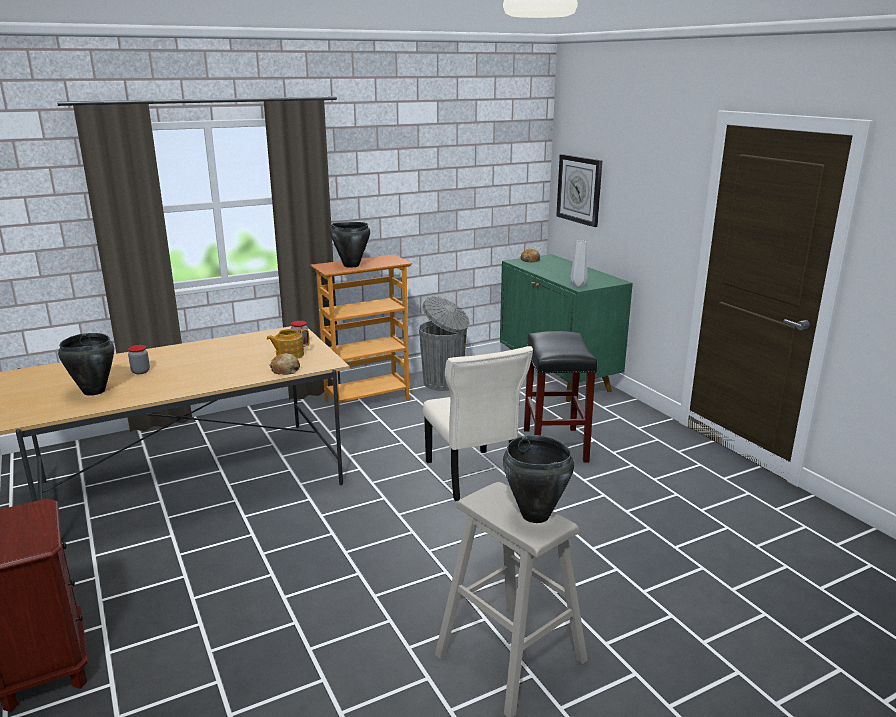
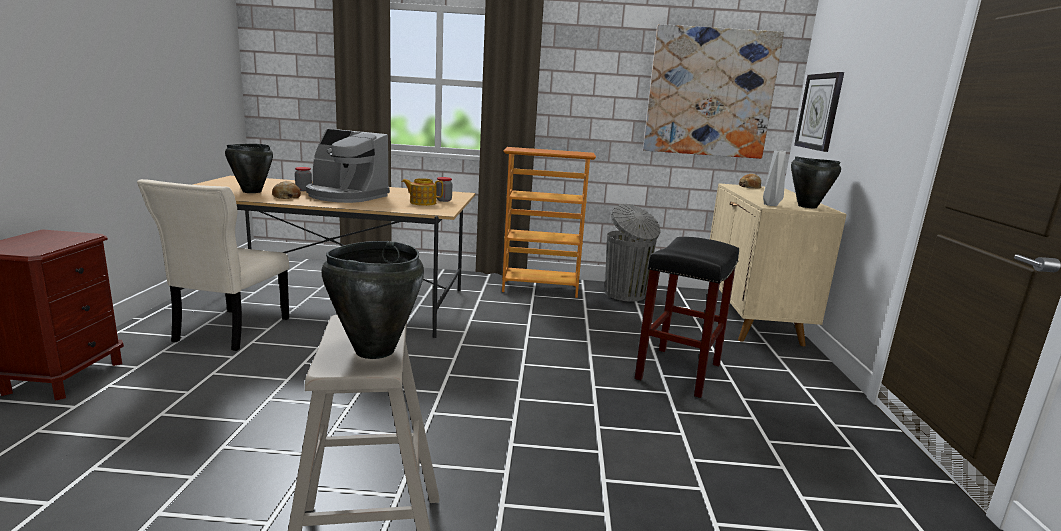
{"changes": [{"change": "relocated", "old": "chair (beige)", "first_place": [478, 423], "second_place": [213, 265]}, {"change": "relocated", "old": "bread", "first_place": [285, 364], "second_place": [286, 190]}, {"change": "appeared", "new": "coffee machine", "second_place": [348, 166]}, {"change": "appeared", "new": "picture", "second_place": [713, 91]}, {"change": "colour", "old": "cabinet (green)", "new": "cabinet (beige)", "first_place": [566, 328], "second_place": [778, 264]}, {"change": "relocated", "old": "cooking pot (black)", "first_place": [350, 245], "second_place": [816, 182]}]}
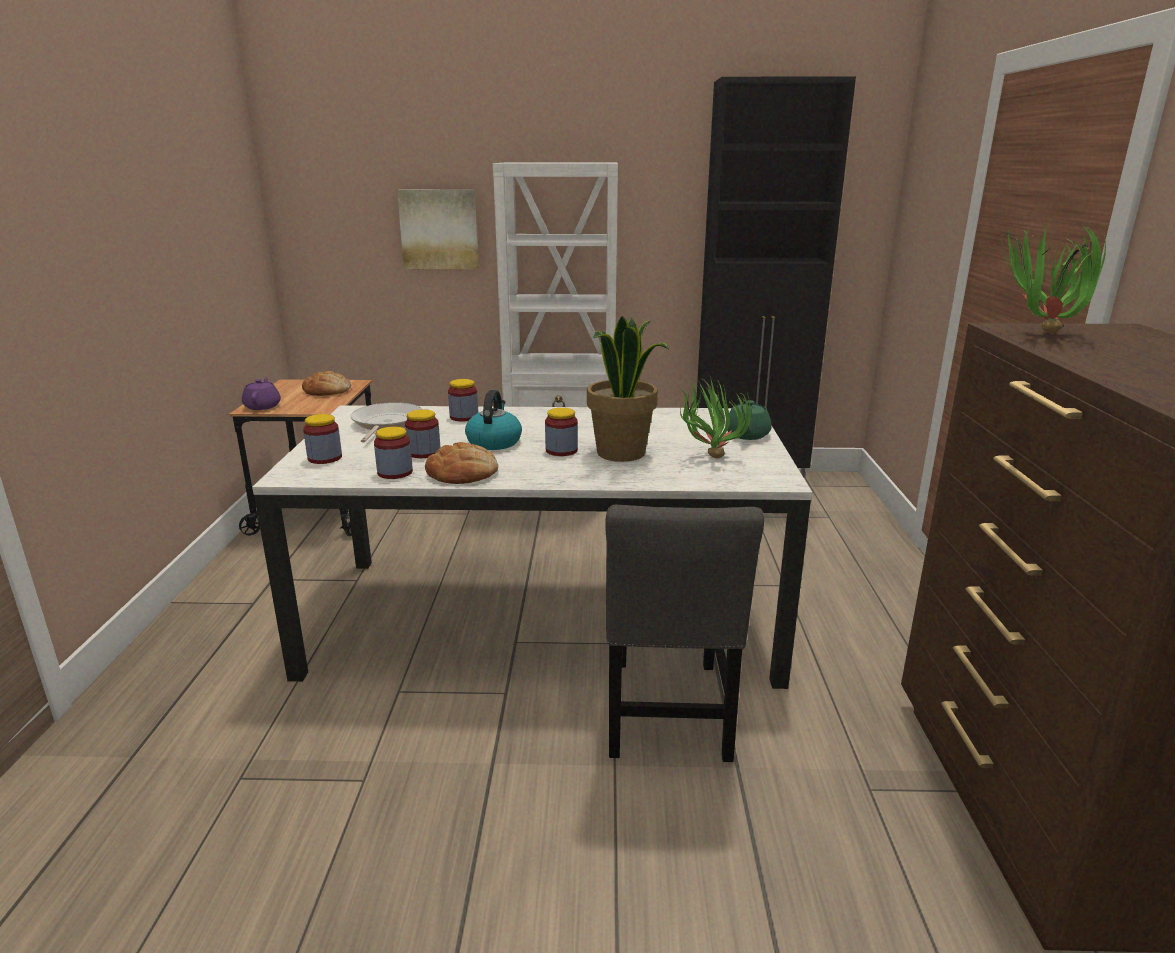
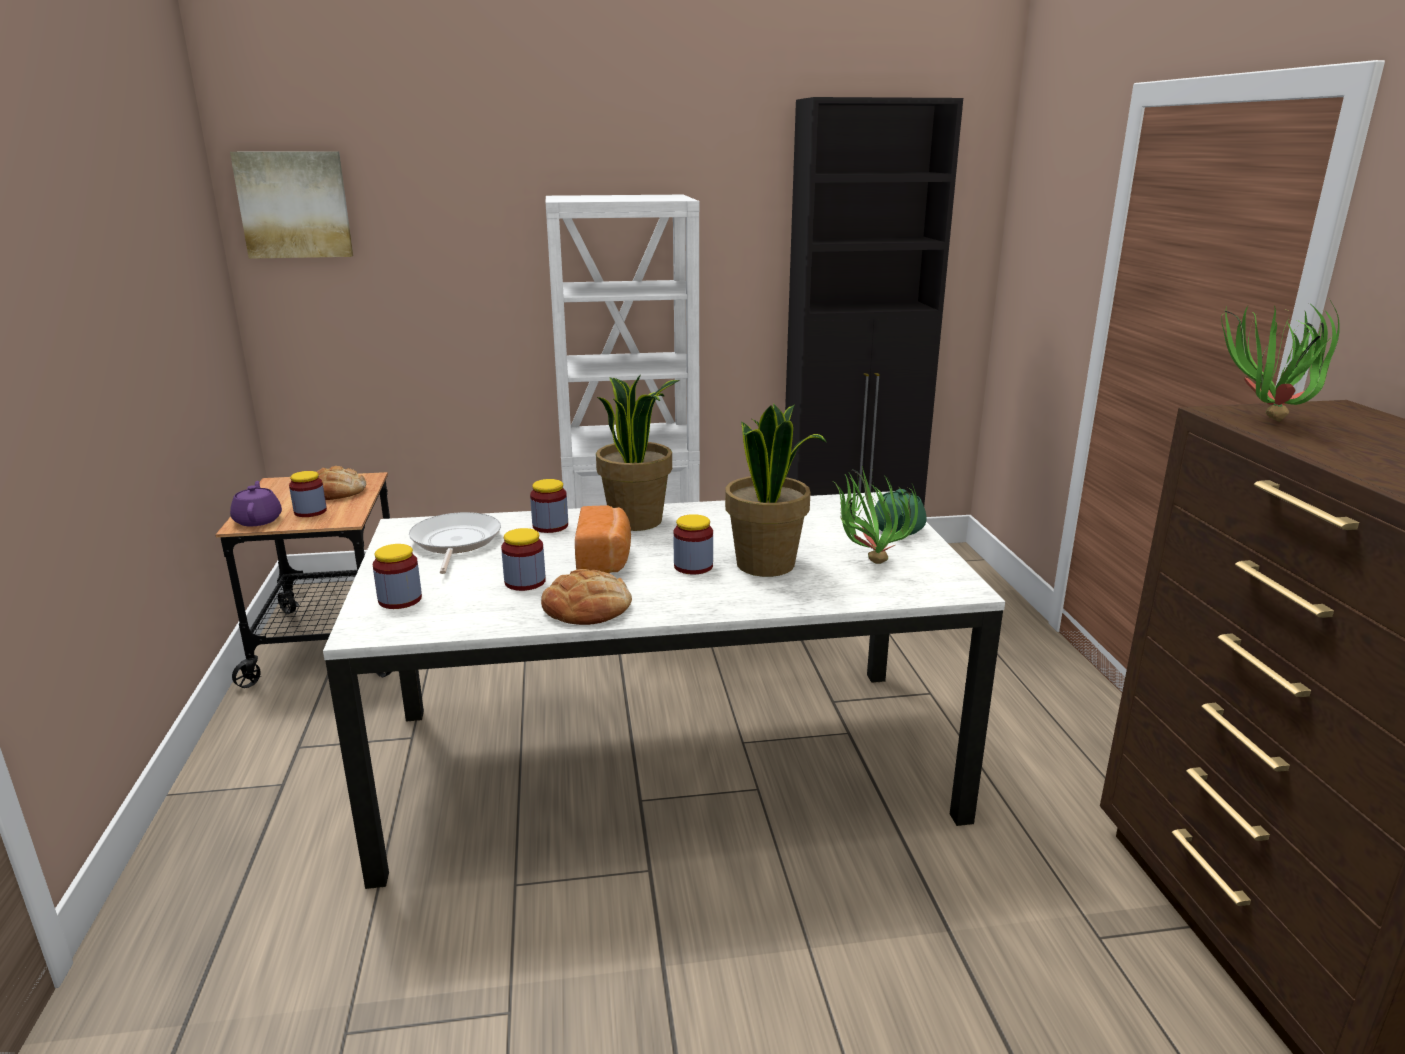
{"changes": [{"change": "relocated", "old": "picture", "first_place": [438, 229], "second_place": [291, 205]}, {"change": "relocated", "old": "jar", "first_place": [393, 453], "second_place": [308, 494]}, {"change": "exchanged", "old": "kettle", "new": "bread", "first_place": [493, 420], "second_place": [603, 539]}, {"change": "appeared", "new": "potted plant", "second_place": [637, 452]}, {"change": "missing", "old": "chair (grey)", "first_place": [684, 633]}]}
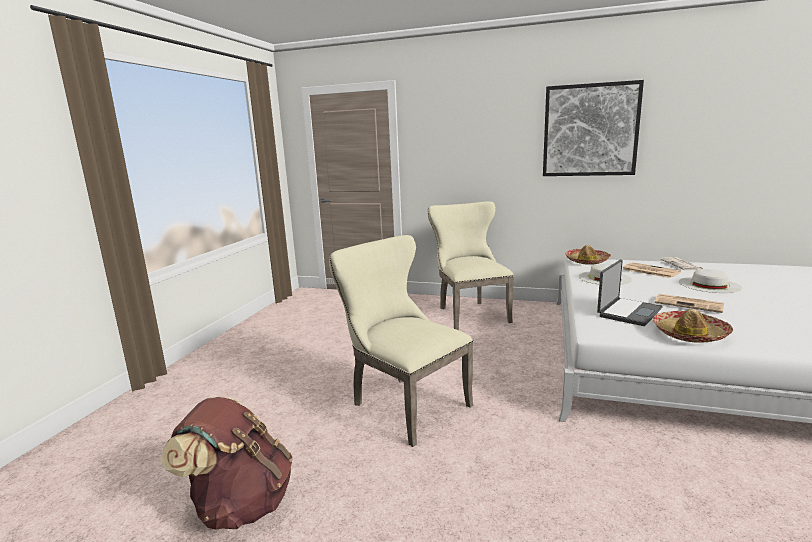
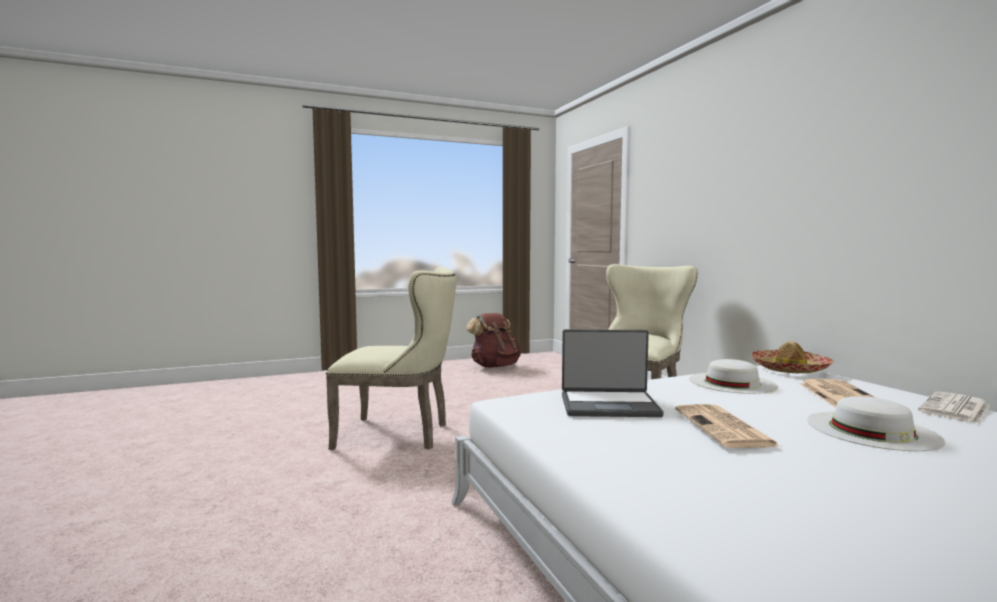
{"changes": [{"change": "spun", "old": "chair (beige)", "first_place": [401, 341], "second_place": [391, 358], "degrees": 90}, {"change": "relocated", "old": "backpack (brown)", "first_place": [227, 463], "second_place": [493, 340]}, {"change": "missing", "old": "picture", "first_place": [593, 128]}, {"change": "missing", "old": "hat", "first_place": [693, 326]}]}
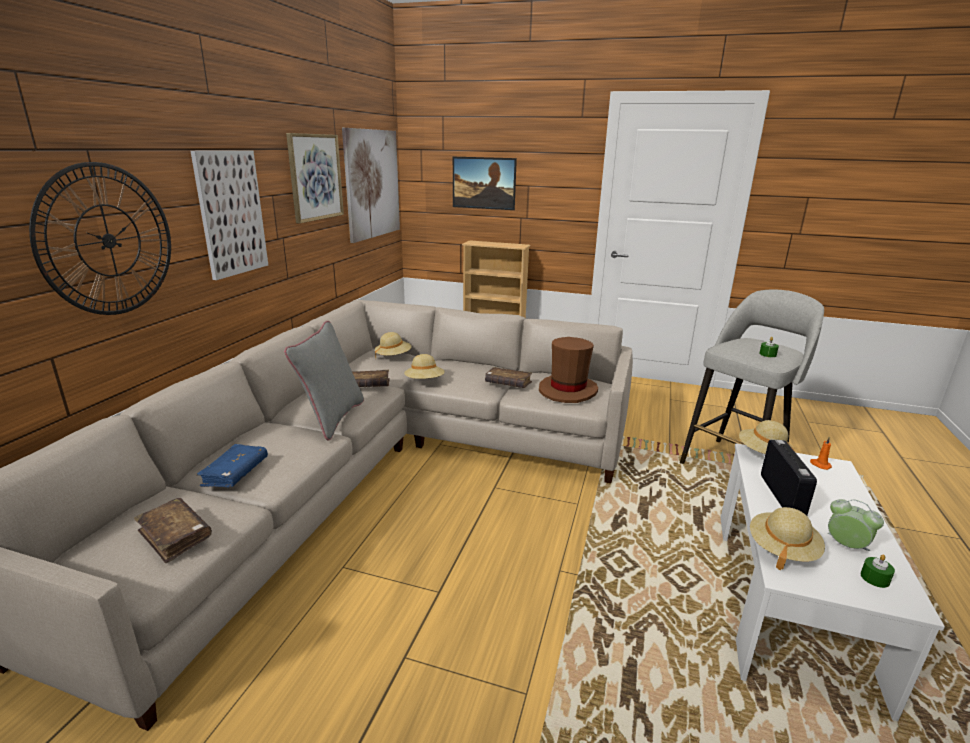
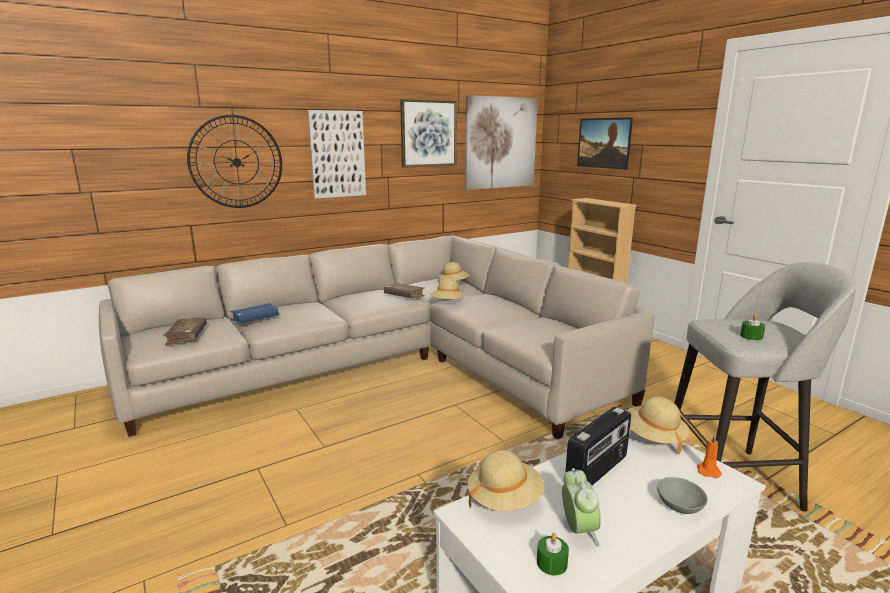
{"changes": [{"change": "appeared", "new": "bowl (grey)", "second_place": [682, 495]}, {"change": "missing", "old": "pillow (grey)", "first_place": [324, 380]}, {"change": "missing", "old": "book (brown)", "first_place": [508, 377]}, {"change": "missing", "old": "hat (brown)", "first_place": [568, 370]}]}
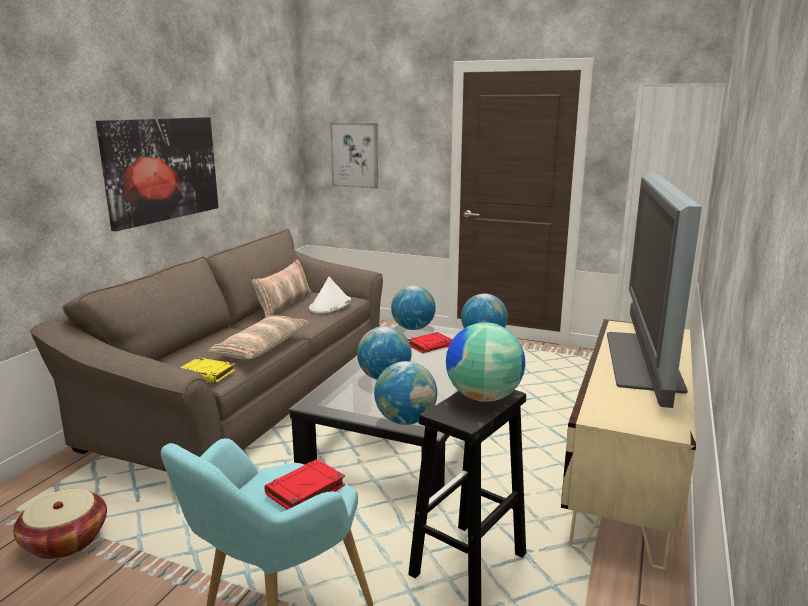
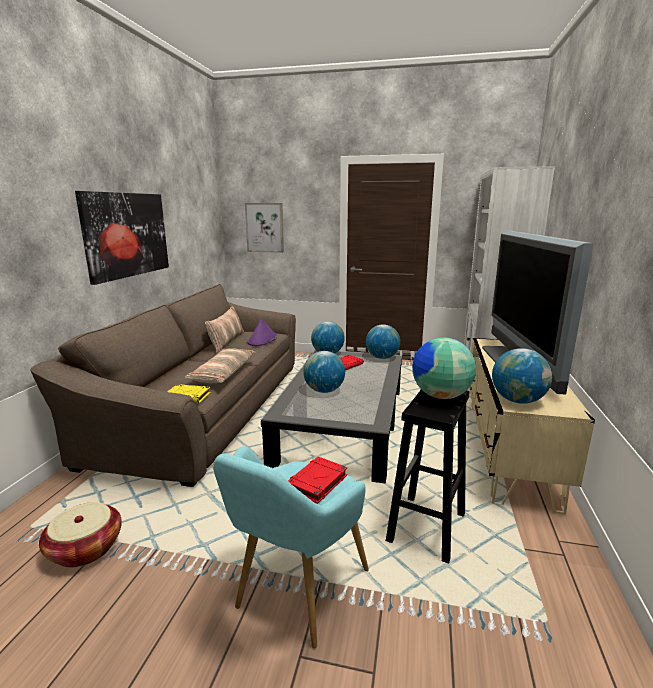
{"changes": [{"change": "colour", "old": "hat (white)", "new": "hat (purple)", "first_place": [330, 295], "second_place": [262, 332]}, {"change": "relocated", "old": "globe", "first_place": [405, 393], "second_place": [522, 376]}]}
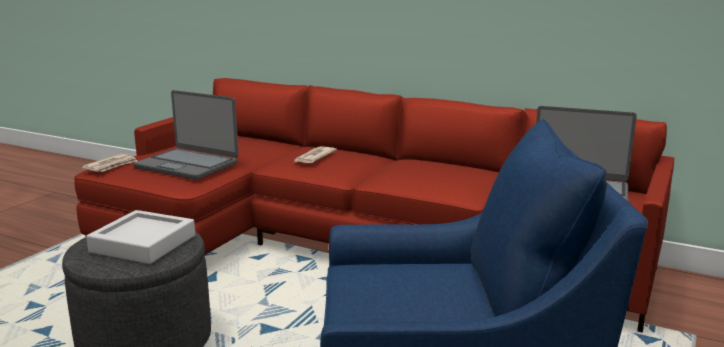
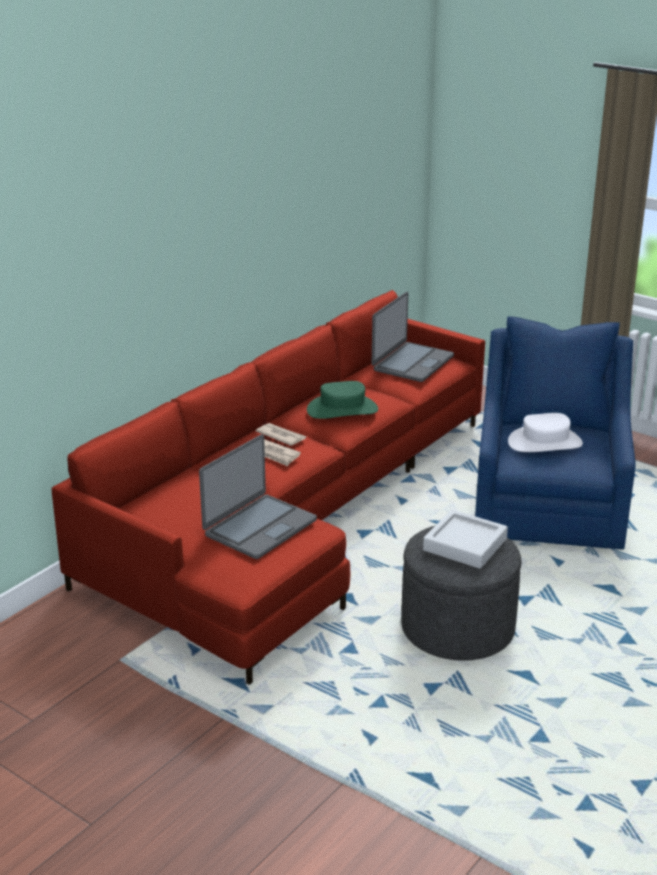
{"changes": [{"change": "relocated", "old": "newspaper", "first_place": [109, 163], "second_place": [281, 434]}, {"change": "appeared", "new": "hat (green)", "second_place": [342, 400]}, {"change": "appeared", "new": "hat (white)", "second_place": [545, 432]}]}
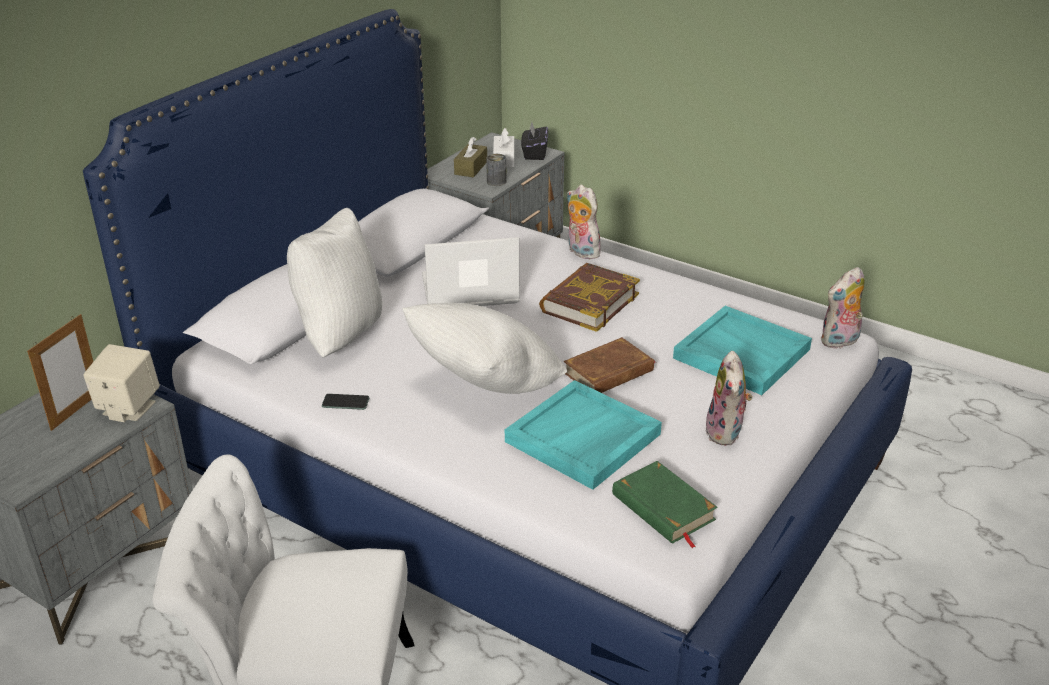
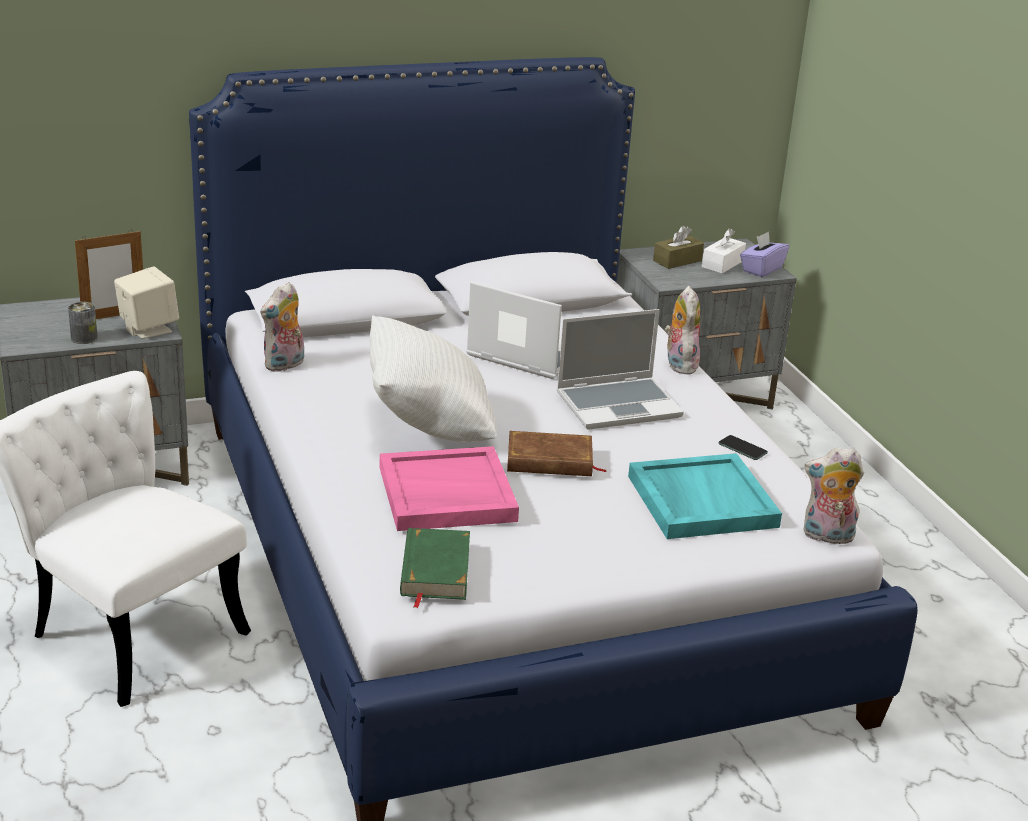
{"changes": [{"change": "relocated", "old": "can", "first_place": [496, 170], "second_place": [83, 323]}, {"change": "relocated", "old": "plush toy", "first_place": [729, 398], "second_place": [282, 327]}, {"change": "colour", "old": "tray (turquoise)", "new": "tray (pink)", "first_place": [583, 435], "second_place": [449, 488]}, {"change": "exchanged", "old": "book", "new": "laptop", "first_place": [589, 297], "second_place": [620, 369]}, {"change": "relocated", "old": "phone", "first_place": [345, 402], "second_place": [743, 447]}, {"change": "colour", "old": "tissue box (black)", "new": "tissue box (purple)", "first_place": [534, 141], "second_place": [764, 254]}, {"change": "missing", "old": "pillow (white)", "first_place": [334, 283]}]}
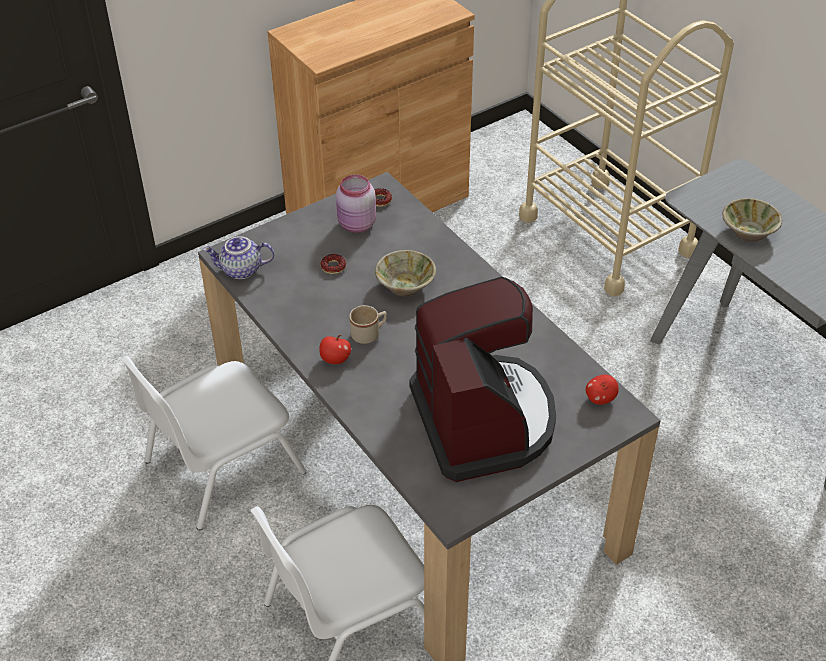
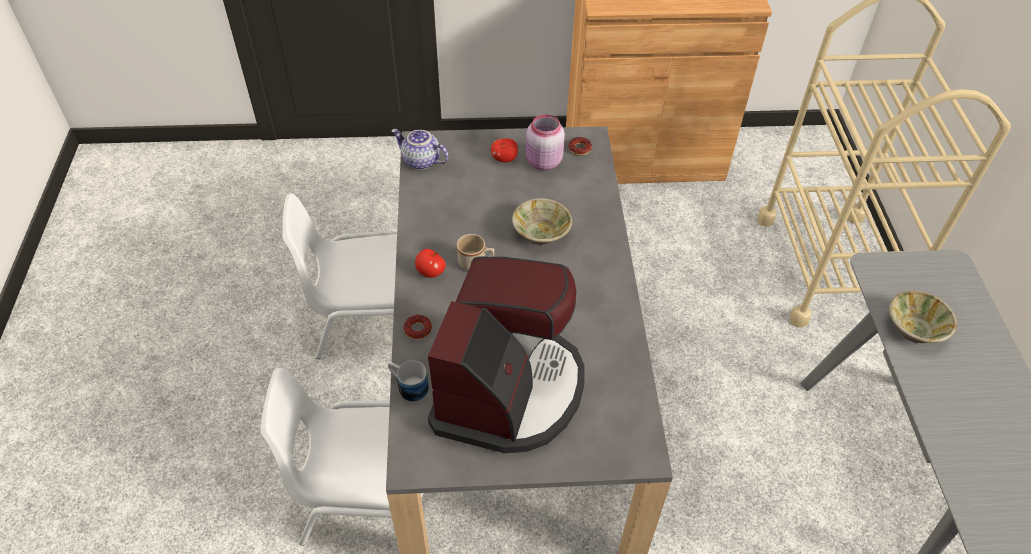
{"changes": [{"change": "appeared", "new": "mug", "second_place": [408, 381]}, {"change": "relocated", "old": "donut", "first_place": [333, 264], "second_place": [417, 327]}, {"change": "relocated", "old": "apple", "first_place": [602, 390], "second_place": [504, 150]}]}
